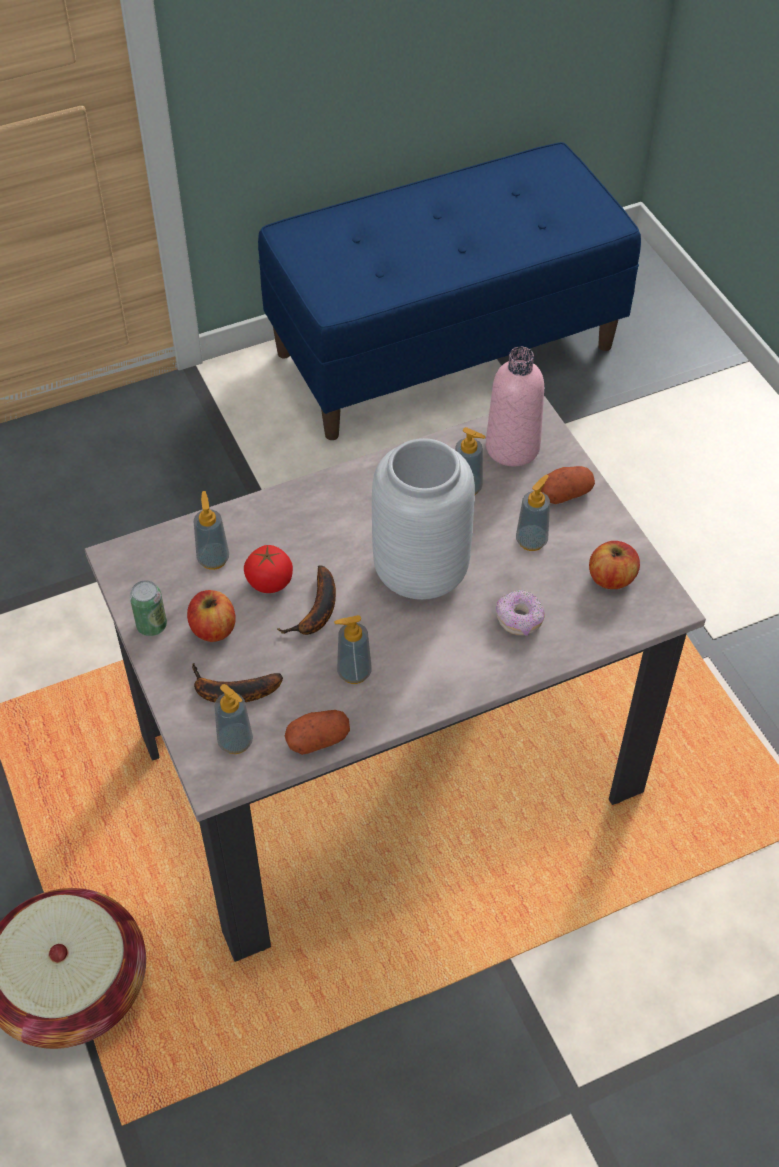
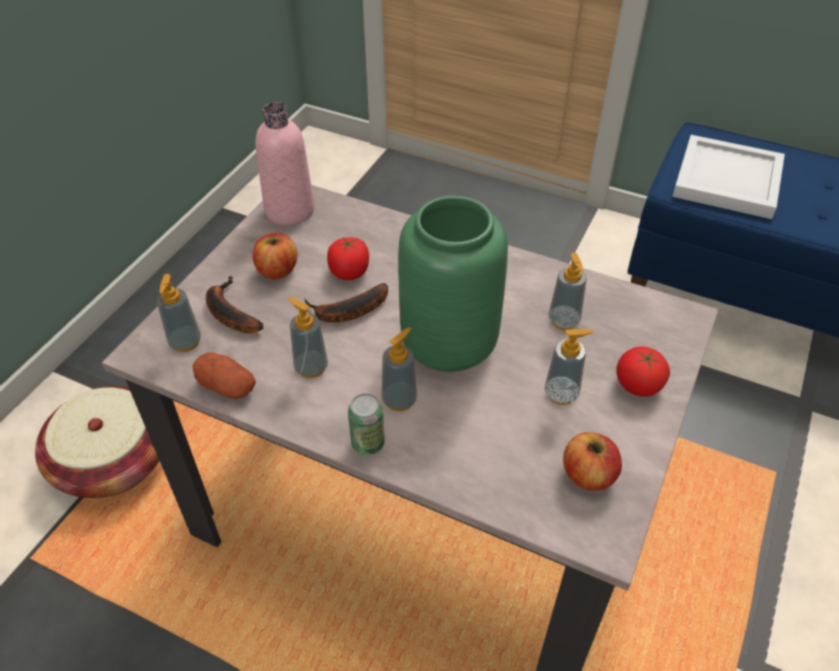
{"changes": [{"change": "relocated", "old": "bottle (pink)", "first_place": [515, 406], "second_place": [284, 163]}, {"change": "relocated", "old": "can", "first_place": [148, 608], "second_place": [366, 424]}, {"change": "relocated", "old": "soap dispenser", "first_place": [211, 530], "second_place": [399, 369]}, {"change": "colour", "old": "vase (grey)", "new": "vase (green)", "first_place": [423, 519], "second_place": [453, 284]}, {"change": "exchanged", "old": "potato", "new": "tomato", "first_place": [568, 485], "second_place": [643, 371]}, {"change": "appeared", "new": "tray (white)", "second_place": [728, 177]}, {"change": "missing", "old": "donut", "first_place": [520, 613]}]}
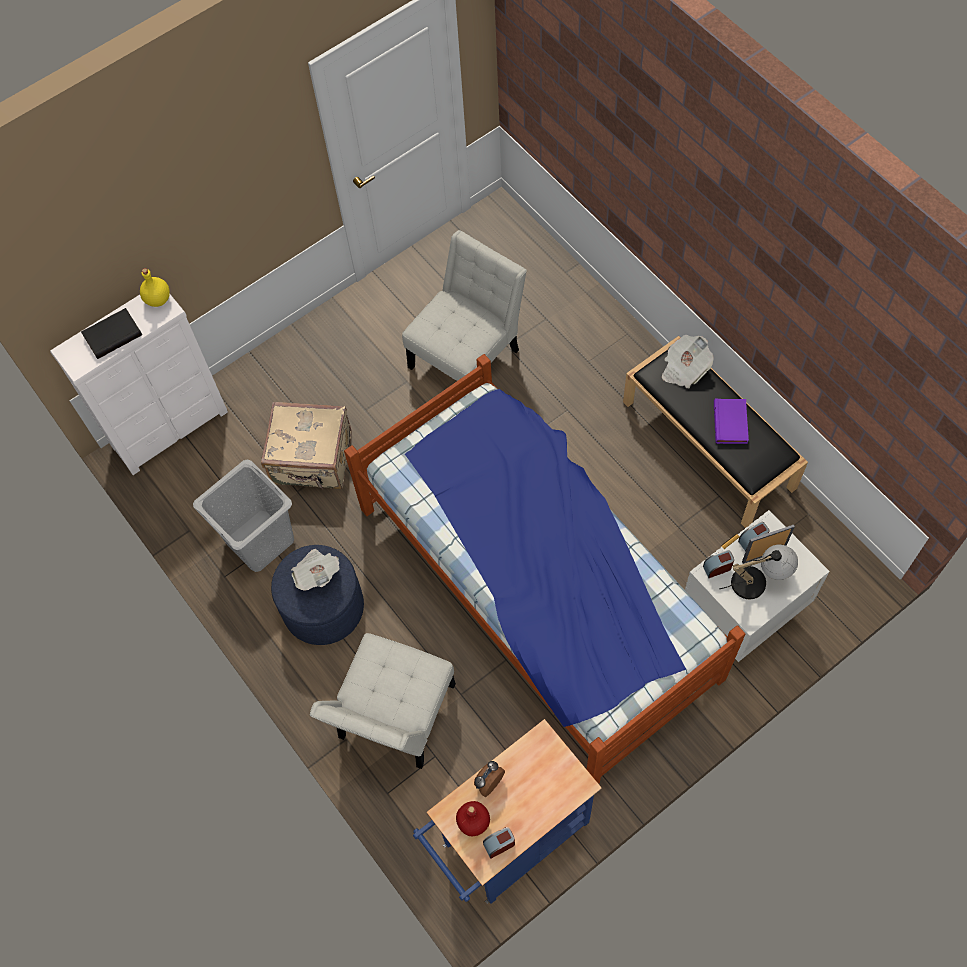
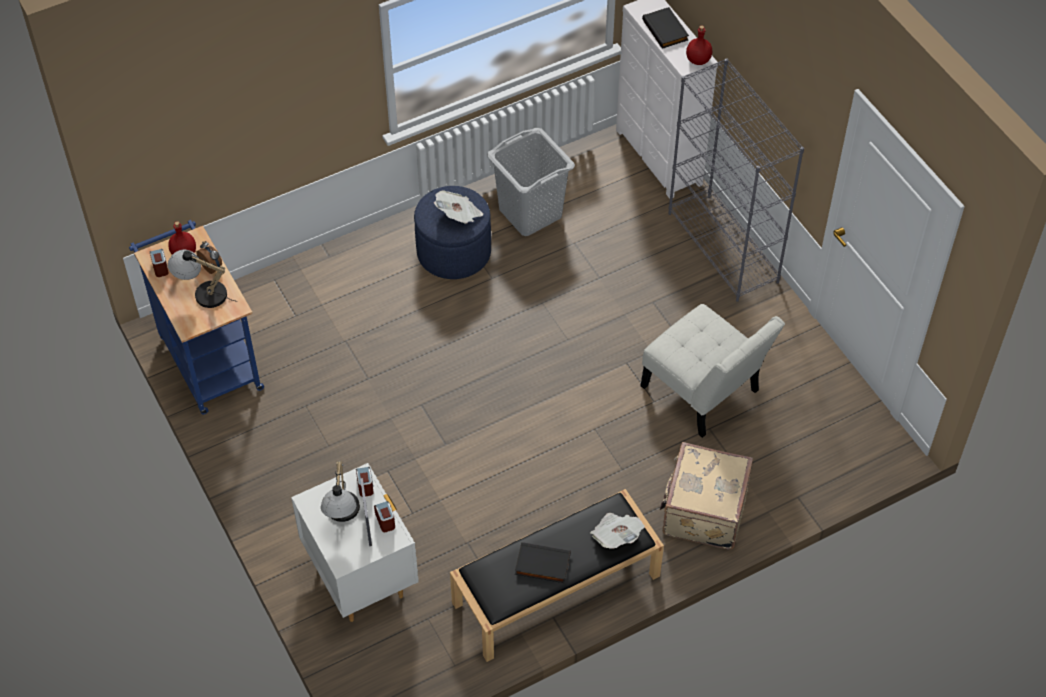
{"changes": [{"change": "appeared", "new": "table lamp", "second_place": [202, 279]}, {"change": "colour", "old": "book (purple)", "new": "book (black)", "first_place": [731, 421], "second_place": [543, 562]}, {"change": "relocated", "old": "suitcase (beige)", "first_place": [306, 445], "second_place": [706, 495]}, {"change": "appeared", "new": "bookcase (grey)", "second_place": [736, 180]}, {"change": "colour", "old": "bottle (yellow)", "new": "bottle (red)", "first_place": [155, 287], "second_place": [699, 45]}, {"change": "missing", "old": "chair (white)", "first_place": [383, 701]}, {"change": "missing", "old": "bed", "first_place": [544, 569]}]}
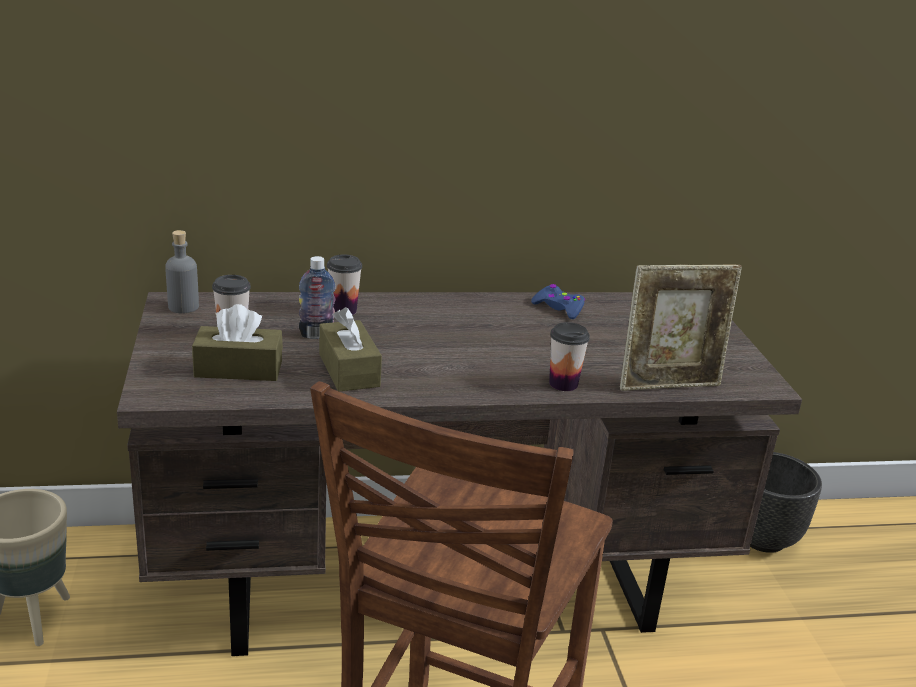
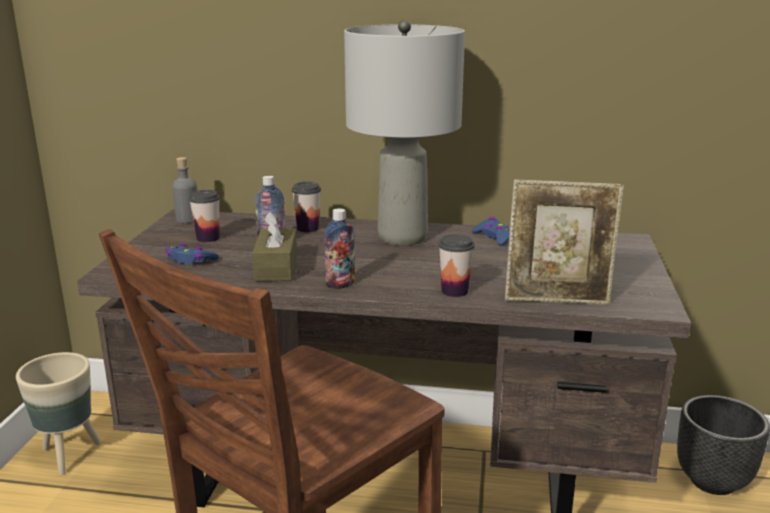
{"changes": [{"change": "exchanged", "old": "tissue box (brown)", "new": "game controller (blue)", "first_place": [237, 342], "second_place": [192, 254]}, {"change": "appeared", "new": "bottle", "second_place": [339, 248]}, {"change": "appeared", "new": "table lamp (grey)", "second_place": [404, 133]}]}
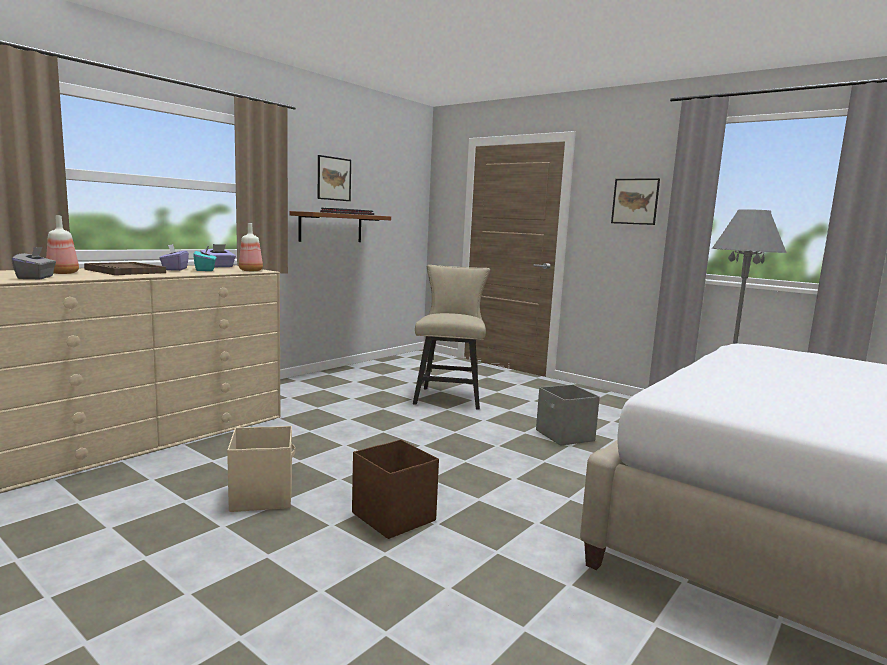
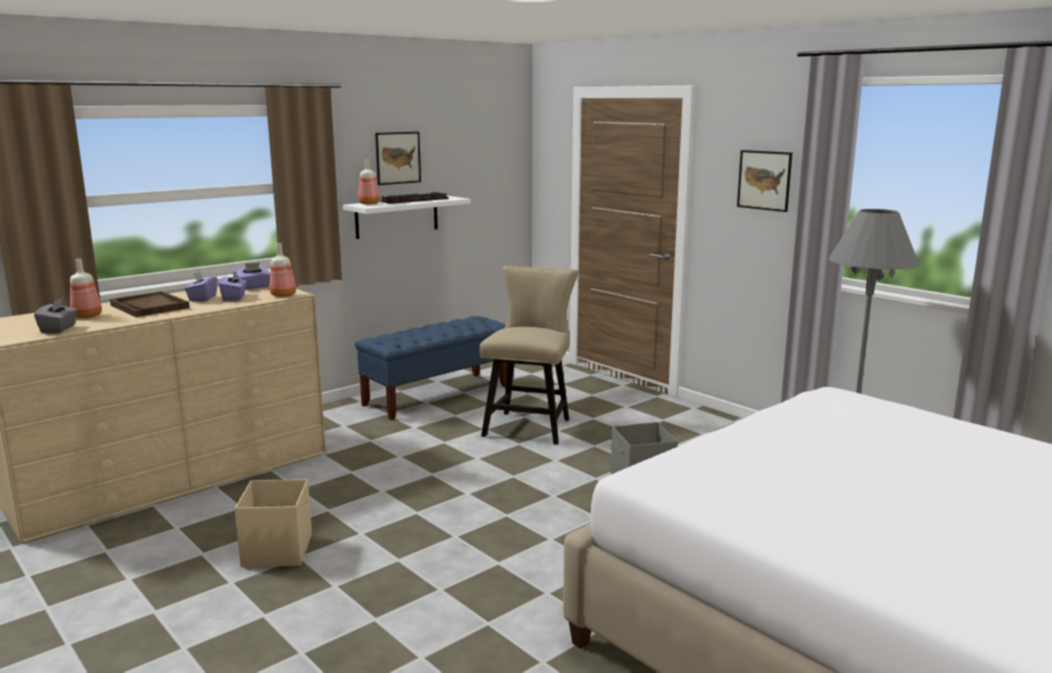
{"changes": [{"change": "colour", "old": "tissue box (turquoise)", "new": "tissue box (purple)", "first_place": [205, 258], "second_place": [233, 285]}, {"change": "colour", "old": "shelf (brown)", "new": "shelf (white)", "first_place": [340, 226], "second_place": [406, 217]}, {"change": "appeared", "new": "bench (blue)", "second_place": [431, 368]}, {"change": "appeared", "new": "bottle", "second_place": [369, 181]}, {"change": "missing", "old": "storage box (brown)", "first_place": [395, 489]}]}
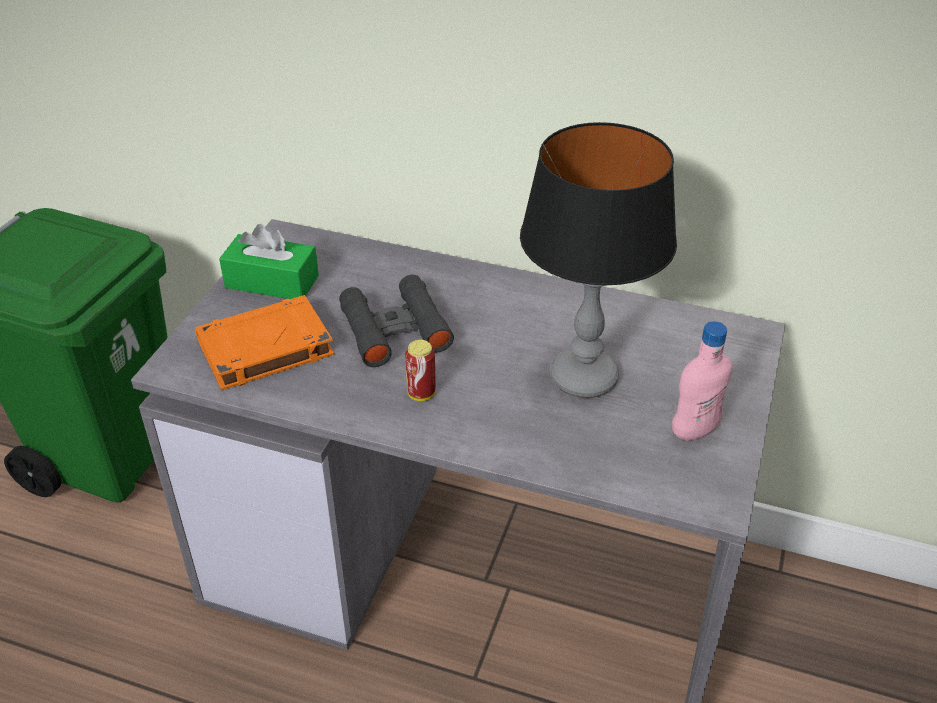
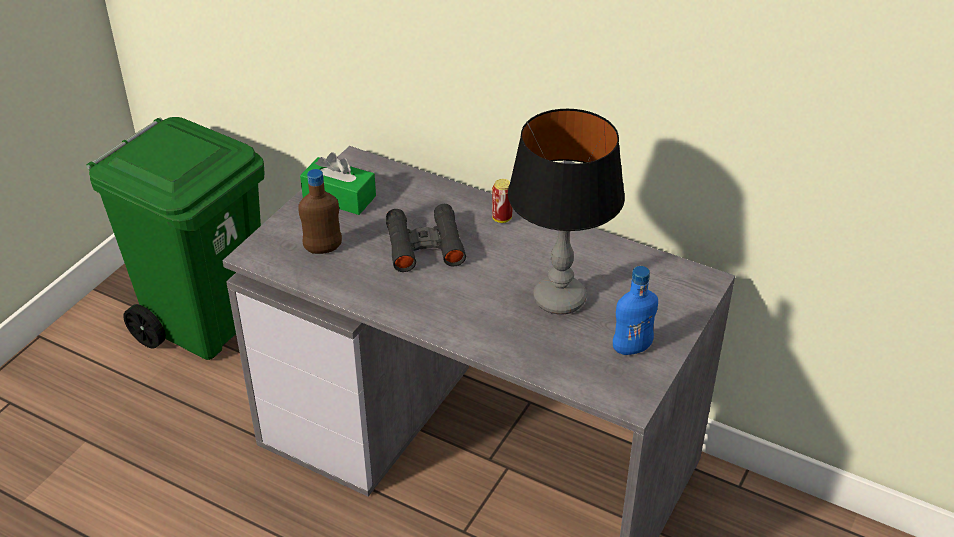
{"changes": [{"change": "exchanged", "old": "book (orange)", "new": "bottle (brown)", "first_place": [264, 343], "second_place": [320, 211]}, {"change": "relocated", "old": "can", "first_place": [420, 370], "second_place": [502, 201]}, {"change": "colour", "old": "bottle (pink)", "new": "bottle (blue)", "first_place": [702, 381], "second_place": [635, 310]}]}
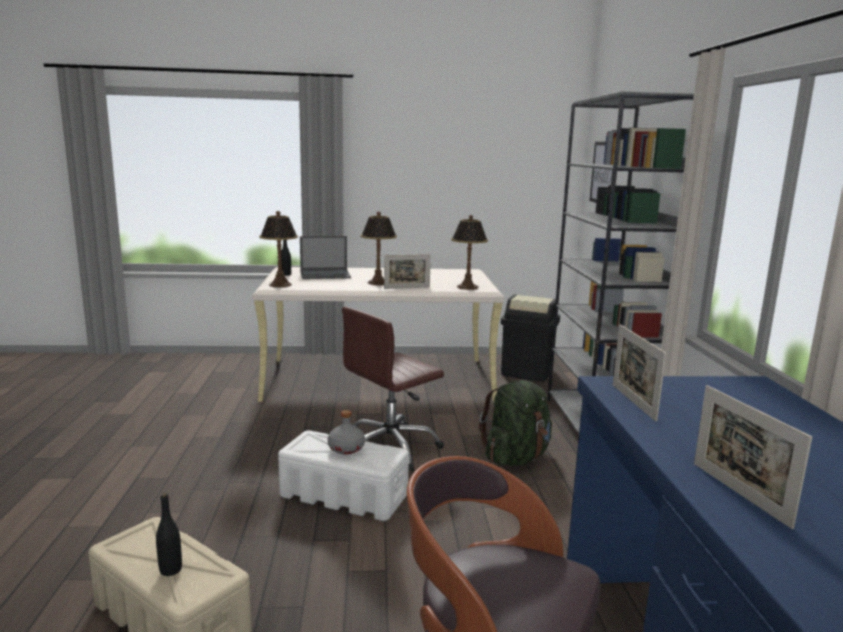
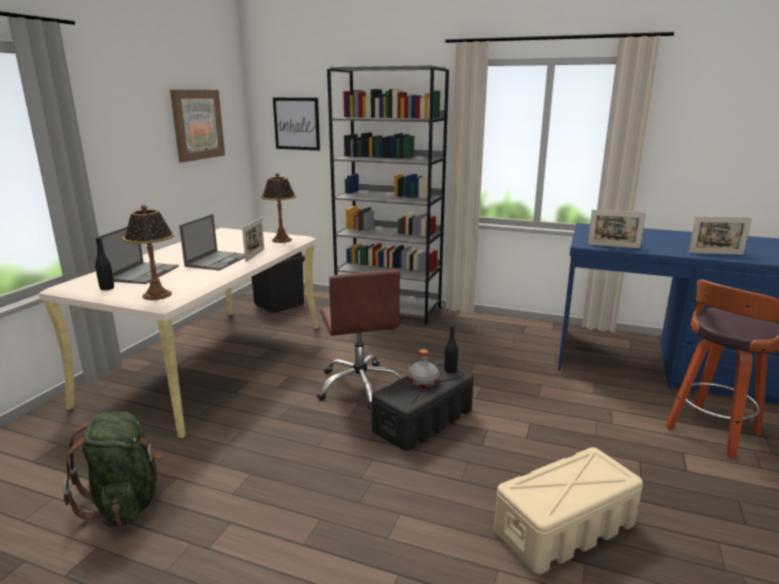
{"changes": [{"change": "relocated", "old": "backpack (green)", "first_place": [515, 423], "second_place": [113, 469]}, {"change": "appeared", "new": "picture", "second_place": [197, 126]}, {"change": "exchanged", "old": "table lamp", "new": "laptop", "first_place": [378, 248], "second_place": [212, 242]}, {"change": "colour", "old": "storage box (white)", "new": "storage box (black)", "first_place": [343, 475], "second_place": [423, 406]}, {"change": "relocated", "old": "bottle (black)", "first_place": [169, 534], "second_place": [451, 348]}]}
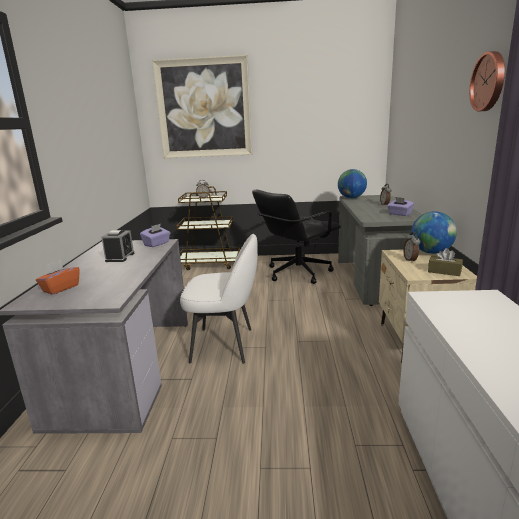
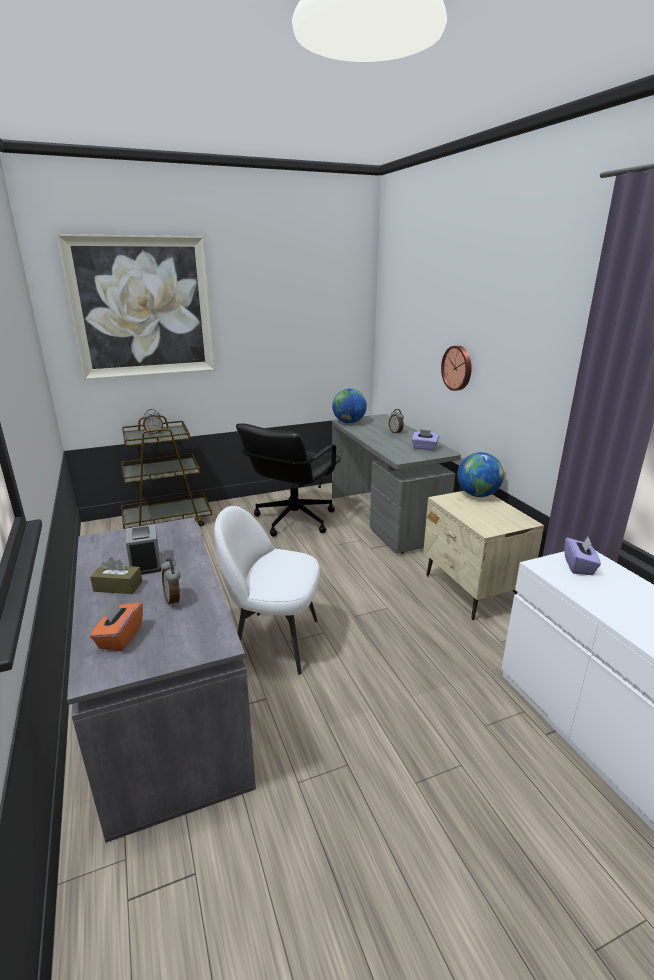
{"changes": [{"change": "relocated", "old": "tissue box (brown)", "first_place": [445, 262], "second_place": [116, 575]}, {"change": "relocated", "old": "alarm clock", "first_place": [411, 247], "second_place": [170, 582]}, {"change": "spun", "old": "chair (white)", "first_place": [219, 299], "second_place": [267, 590], "degrees": -150}, {"change": "relocated", "old": "wall clock", "first_place": [487, 81], "second_place": [456, 368]}, {"change": "relocated", "old": "tissue box (purple)", "first_place": [155, 235], "second_place": [582, 556]}]}
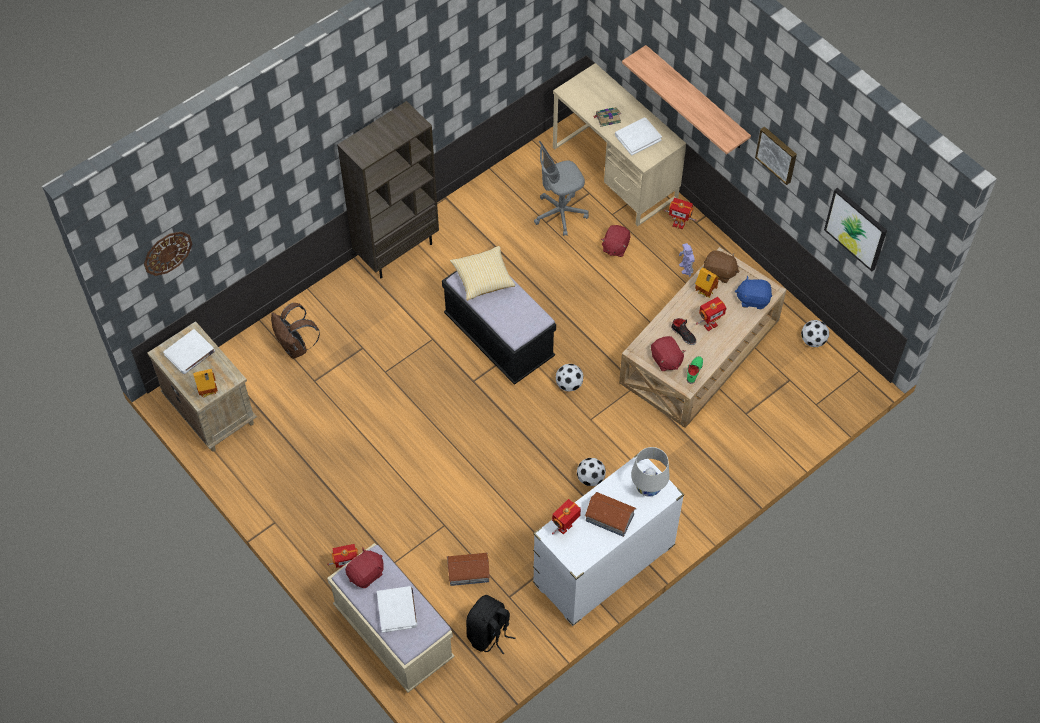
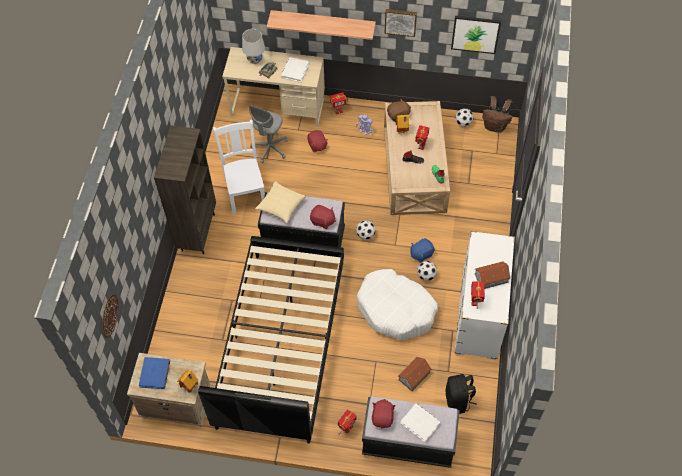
{"changes": [{"change": "colour", "old": "book (white)", "new": "book (blue)", "first_place": [189, 351], "second_place": [154, 373]}, {"change": "appeared", "new": "bed (black)", "second_place": [271, 340]}, {"change": "appeared", "new": "chair (white)", "second_place": [239, 167]}, {"change": "relocated", "old": "table lamp (white)", "first_place": [650, 472], "second_place": [253, 46]}, {"change": "relocated", "old": "plush toy (red)", "first_place": [668, 353], "second_place": [323, 217]}, {"change": "appeared", "new": "dog bed (white)", "second_place": [397, 304]}, {"change": "colour", "old": "bench (beige)", "new": "bench (black)", "first_place": [391, 617], "second_place": [411, 432]}, {"change": "relocated", "old": "plush toy (blue)", "first_place": [753, 292], "second_place": [422, 250]}, {"change": "relocated", "old": "backpack (brown)", "first_place": [295, 330], "second_place": [497, 114]}]}
